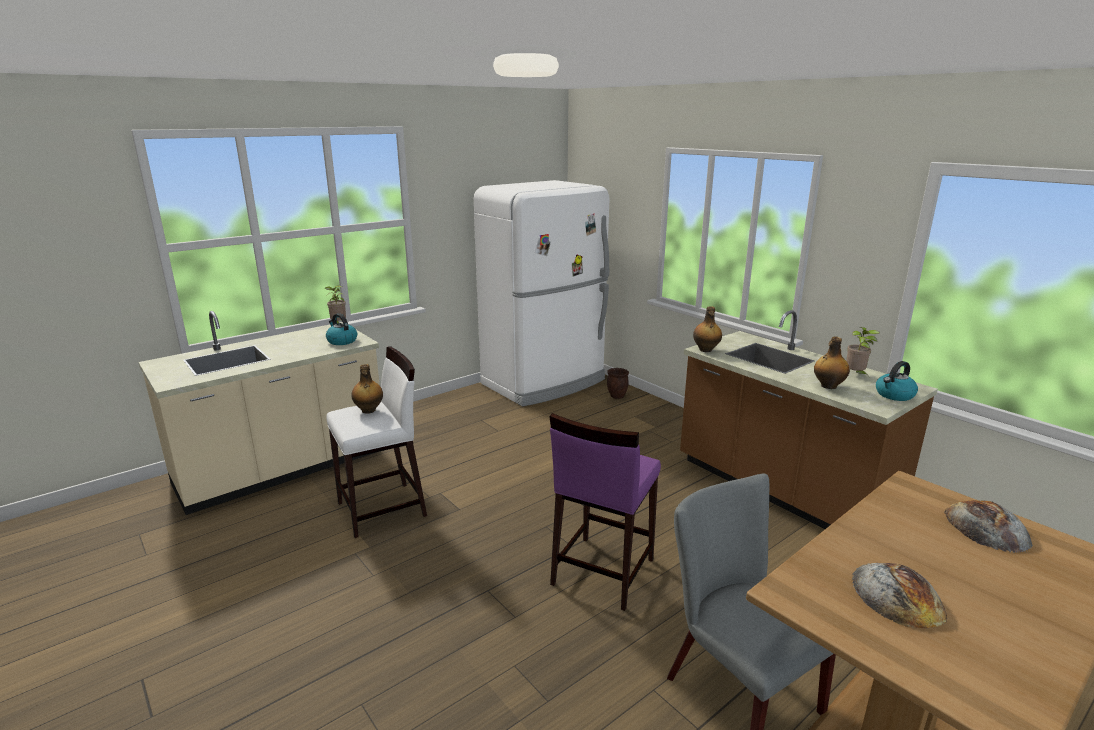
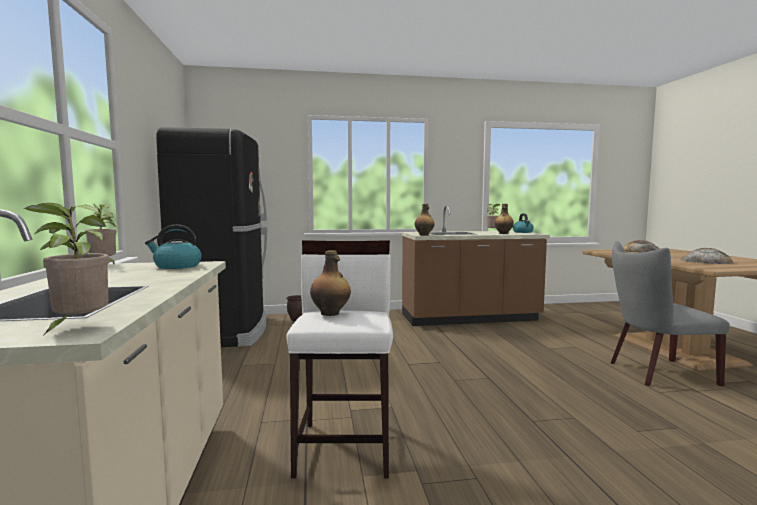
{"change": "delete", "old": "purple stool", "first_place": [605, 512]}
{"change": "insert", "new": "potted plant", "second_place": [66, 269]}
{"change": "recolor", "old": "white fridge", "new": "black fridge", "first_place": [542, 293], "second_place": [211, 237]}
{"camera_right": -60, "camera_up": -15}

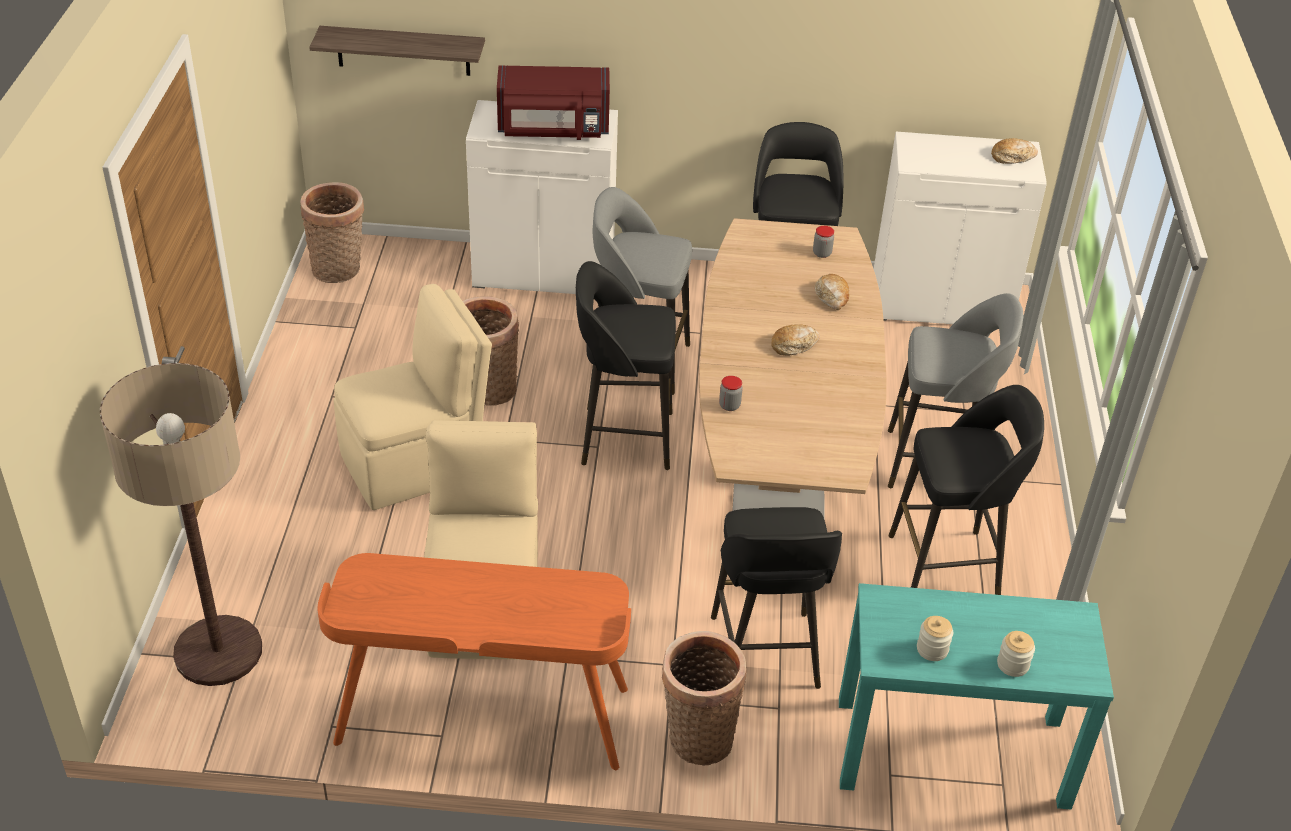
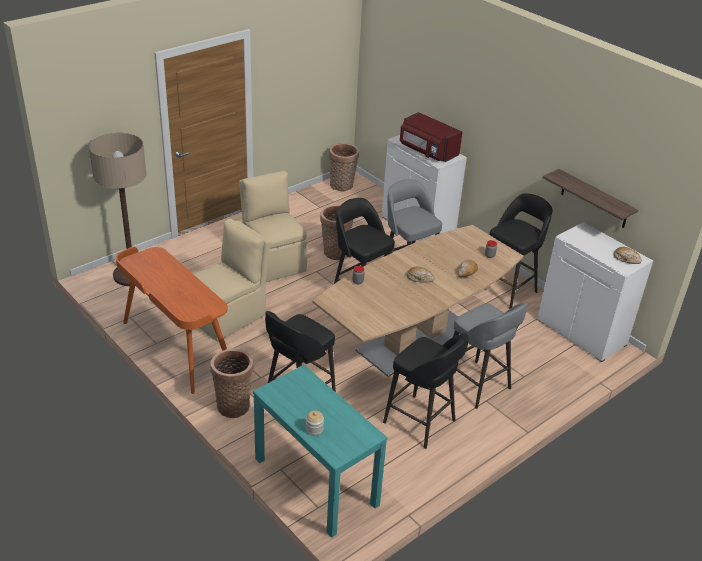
{"change": "delete", "old": "jar", "first_place": [935, 638]}
{"change": "move", "old": "shelf", "first_place": [397, 51], "second_place": [590, 198]}
{"change": "rotate", "old": "beige chair", "first_place": [413, 397], "second_place": [273, 226], "degrees": -135}
{"camera_right": 45, "camera_up": -5}

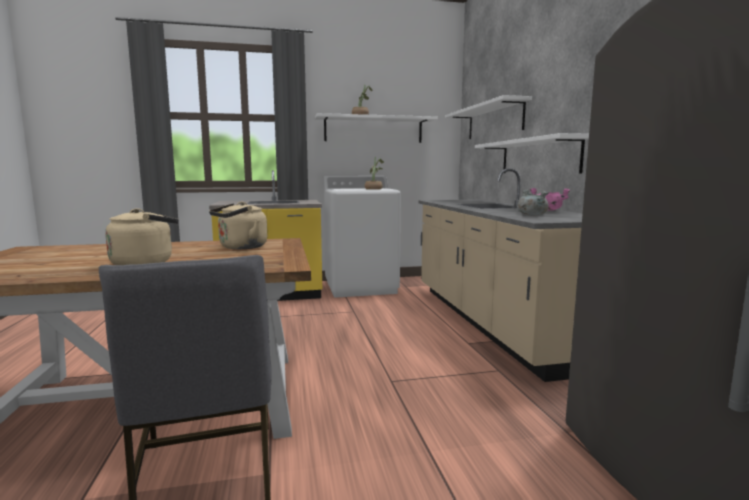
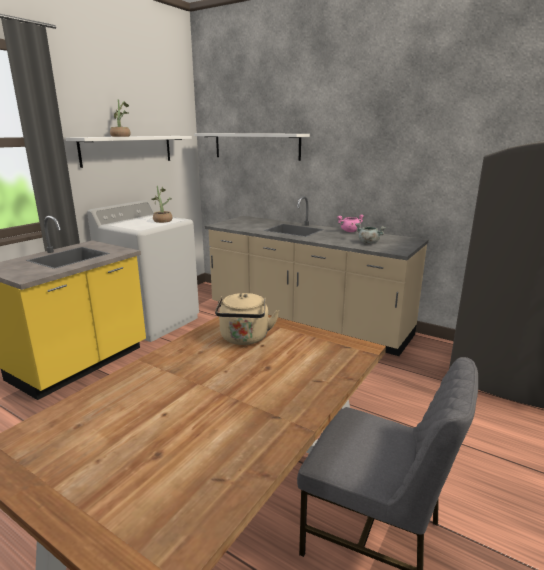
{"change": "delete", "old": "beige kettle", "first_place": [142, 236]}
{"change": "delete", "old": "white shelf", "first_place": [532, 153]}
{"camera_right": -45, "camera_up": 10}

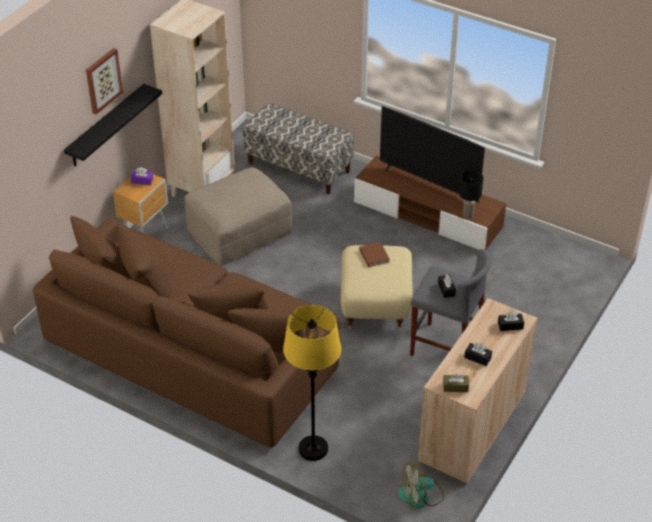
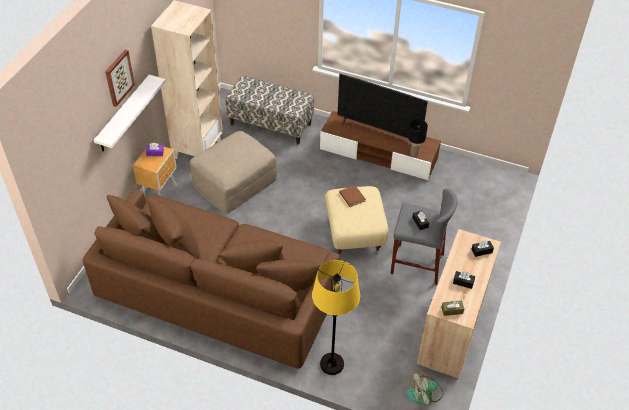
{"change": "recolor", "old": "black shelf", "new": "white shelf", "first_place": [113, 125], "second_place": [130, 113]}
{"camera_right": -10, "camera_up": 5}

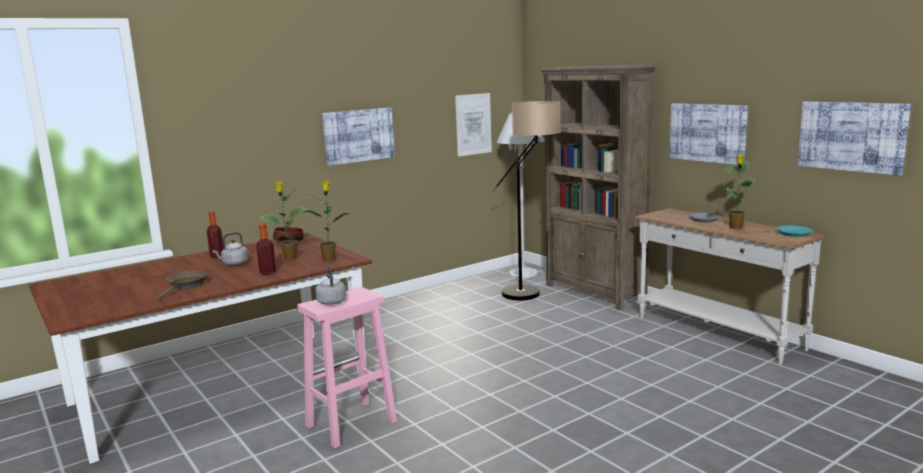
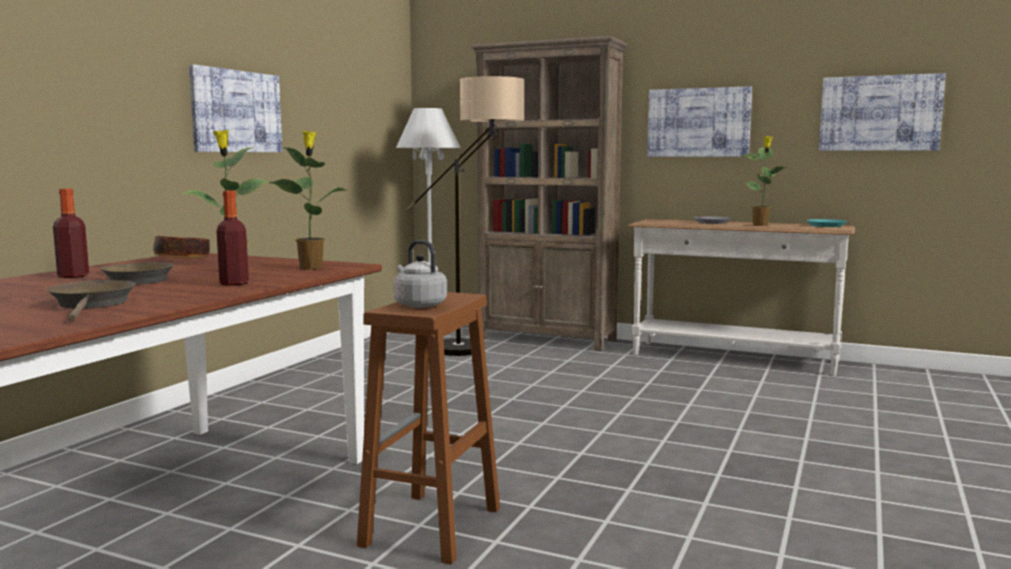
{"change": "delete", "old": "picture", "first_place": [473, 125]}
{"change": "replace", "old": "grey kettle", "new": "brown frying pan", "first_place": [231, 248], "second_place": [137, 273]}
{"change": "recolor", "old": "pink stool", "new": "brown stool", "first_place": [347, 367], "second_place": [428, 428]}
{"camera_right": -30, "camera_up": -5}

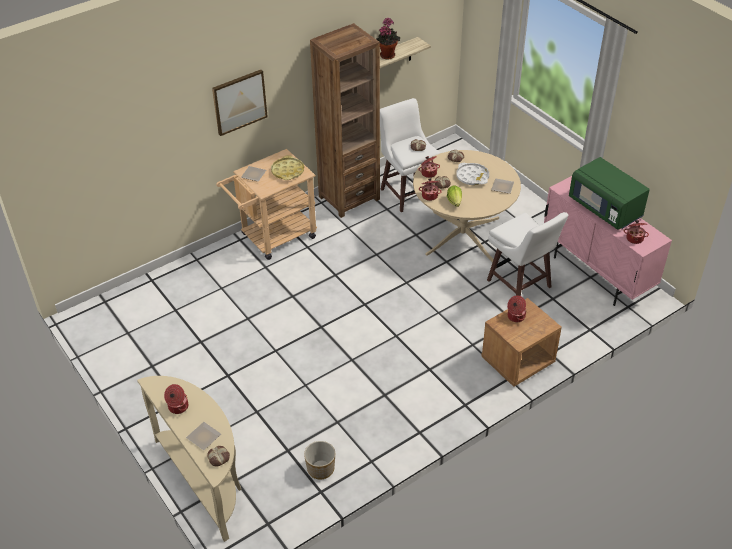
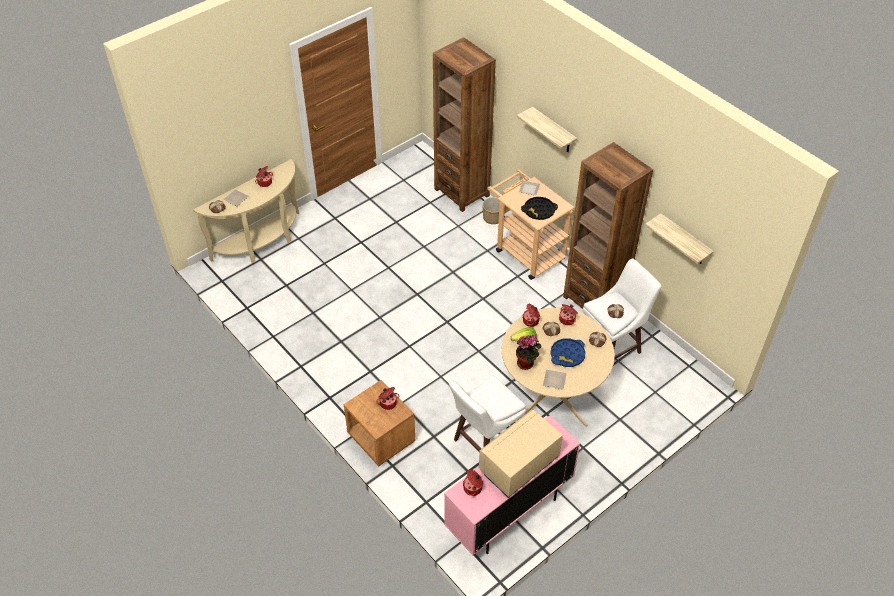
{"change": "insert", "new": "brown bookcase", "second_place": [464, 124]}
{"change": "move", "old": "planter", "first_place": [319, 460], "second_place": [491, 210]}
{"change": "move", "old": "potted plant", "first_place": [388, 38], "second_place": [528, 352]}
{"change": "replace", "old": "picture", "new": "shelf", "first_place": [240, 103], "second_place": [547, 129]}
{"change": "recolor", "old": "yellow tray", "new": "black tray", "first_place": [287, 167], "second_place": [539, 208]}
{"change": "recolor", "old": "white tray", "new": "blue tray", "first_place": [472, 174], "second_place": [567, 352]}
{"change": "recolor", "old": "green microwave", "new": "beige microwave", "first_place": [609, 193], "second_place": [521, 454]}
{"camera_right": 85, "camera_up": 5}

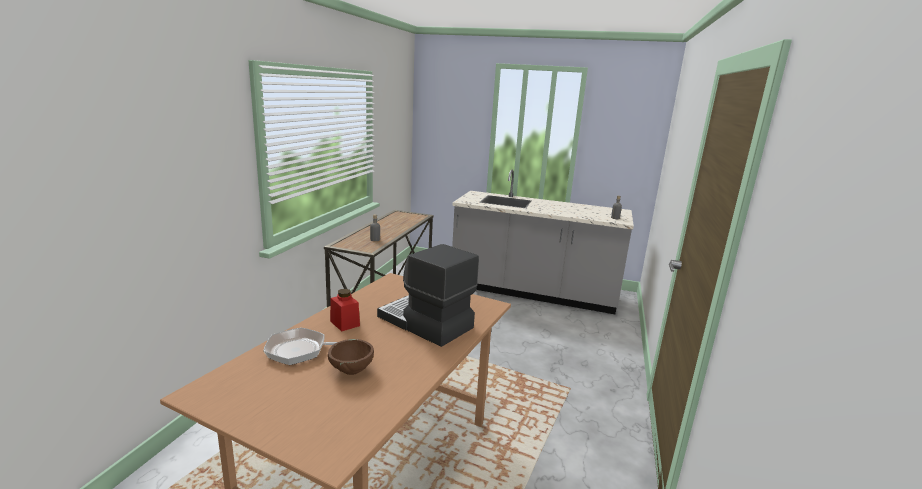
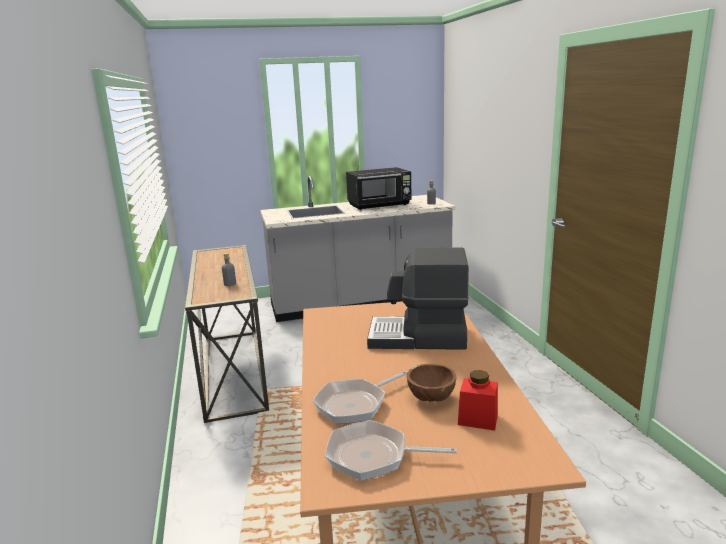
{"change": "insert", "new": "frying pan", "second_place": [391, 450]}
{"change": "insert", "new": "black microwave", "second_place": [379, 188]}
{"change": "move", "old": "red jar", "first_place": [345, 310], "second_place": [478, 400]}
{"camera_right": -30, "camera_up": 0}

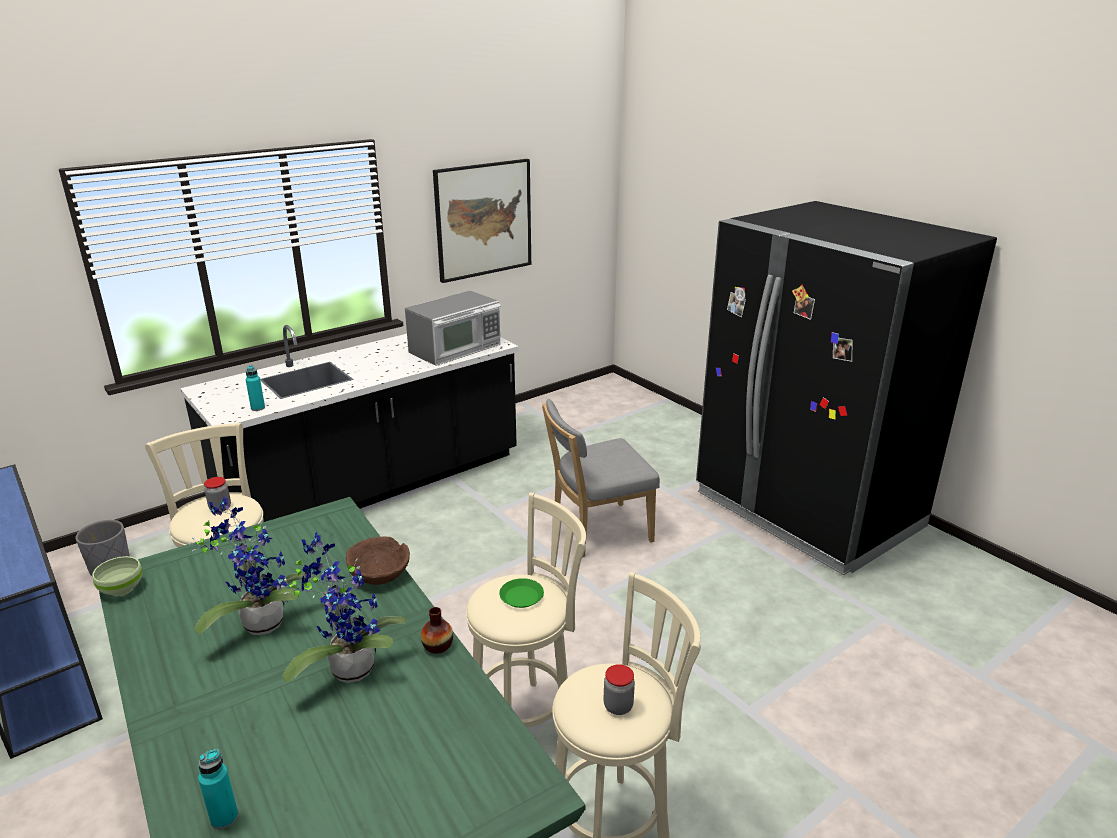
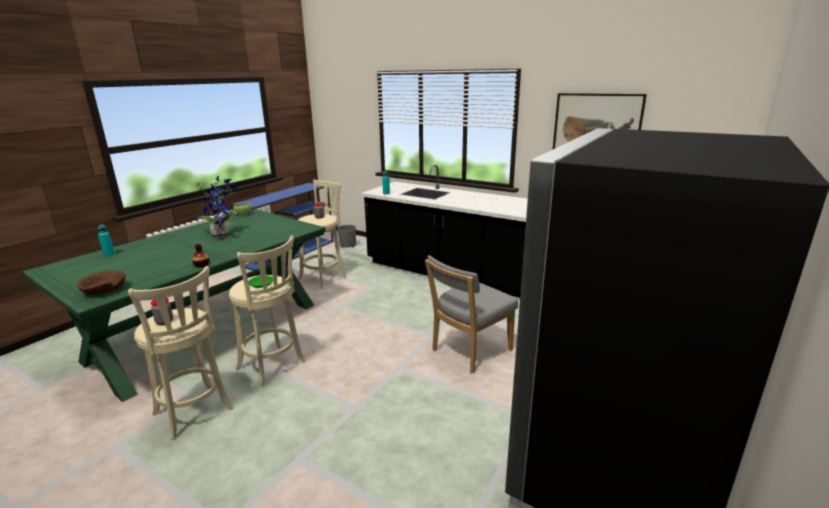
{"change": "delete", "old": "potted plant", "first_place": [344, 607]}
{"change": "delete", "old": "microwave", "first_place": [453, 328]}
{"change": "move", "old": "brown bowl", "first_place": [378, 560], "second_place": [101, 282]}
{"change": "rotate", "old": "grey chair", "first_place": [601, 478], "second_place": [471, 314], "degrees": -90}
{"camera_right": 70, "camera_up": -5}

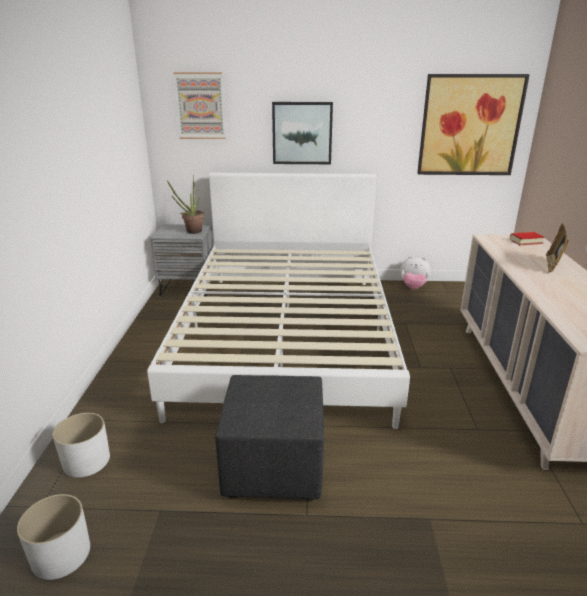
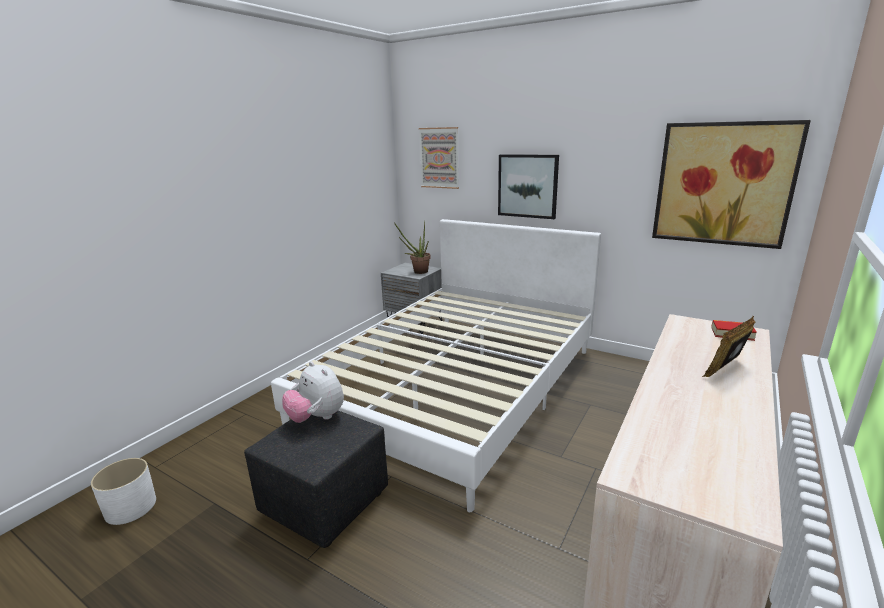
{"change": "delete", "old": "white planter", "first_place": [81, 445]}
{"change": "move", "old": "plush toy", "first_place": [415, 272], "second_place": [313, 392]}
{"camera_right": 30, "camera_up": -5}

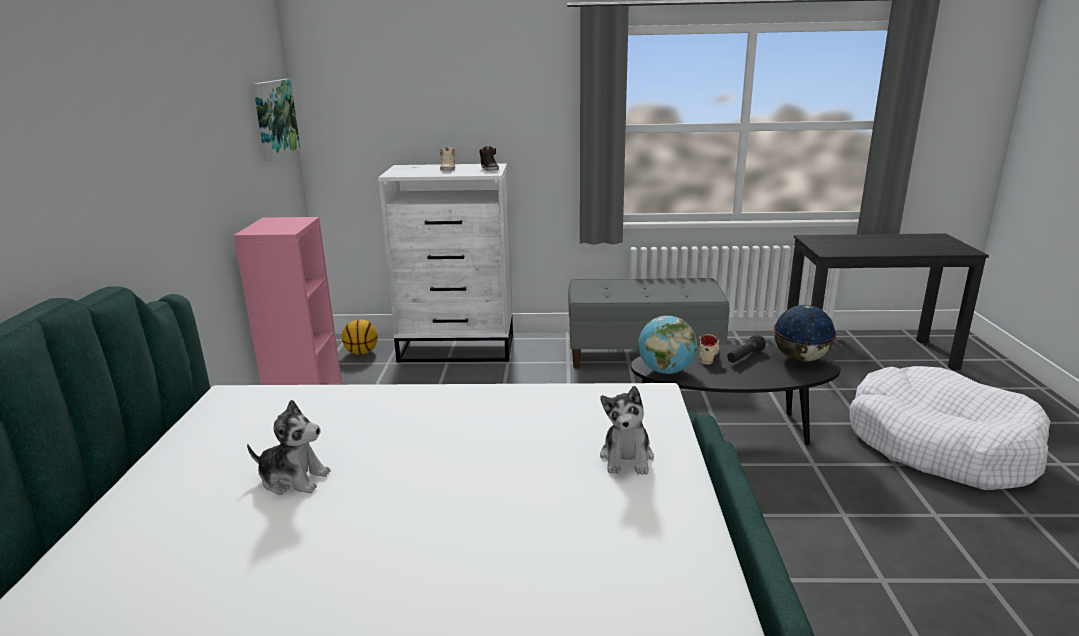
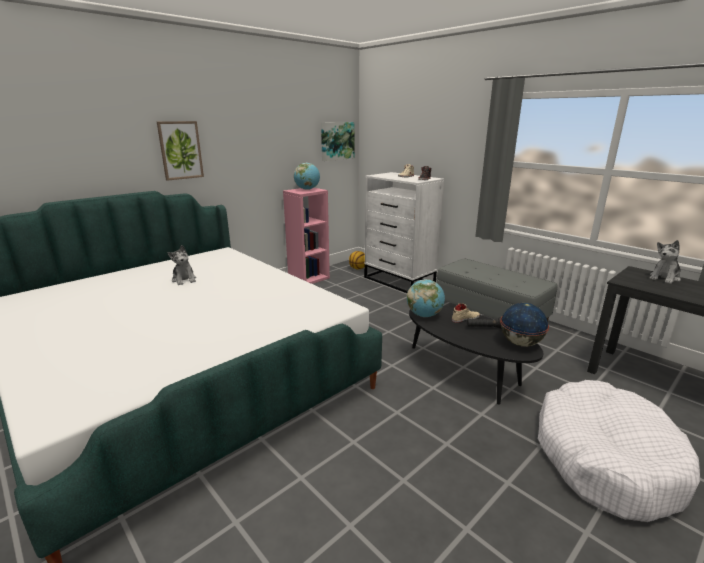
{"change": "insert", "new": "picture", "second_place": [180, 151]}
{"change": "insert", "new": "globe", "second_place": [307, 176]}
{"change": "move", "old": "plush toy", "first_place": [627, 430], "second_place": [665, 262]}
{"camera_right": 45, "camera_up": 0}

